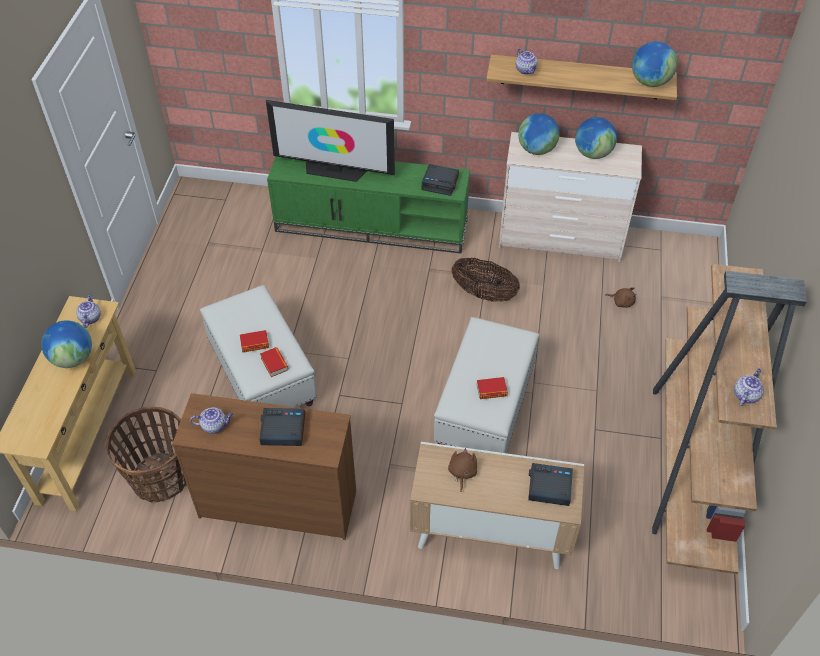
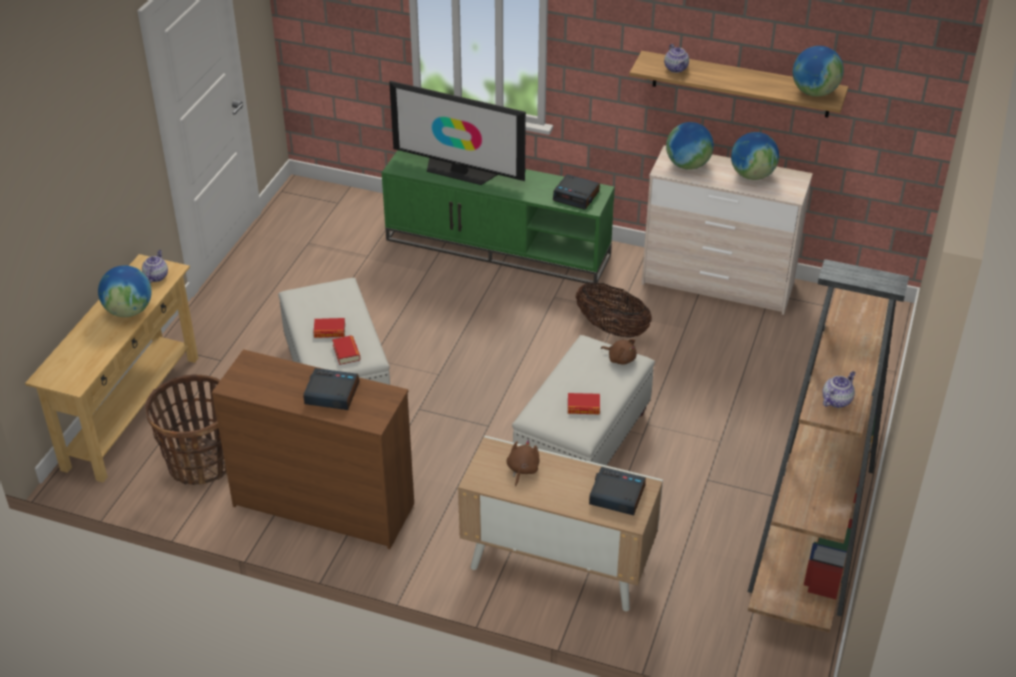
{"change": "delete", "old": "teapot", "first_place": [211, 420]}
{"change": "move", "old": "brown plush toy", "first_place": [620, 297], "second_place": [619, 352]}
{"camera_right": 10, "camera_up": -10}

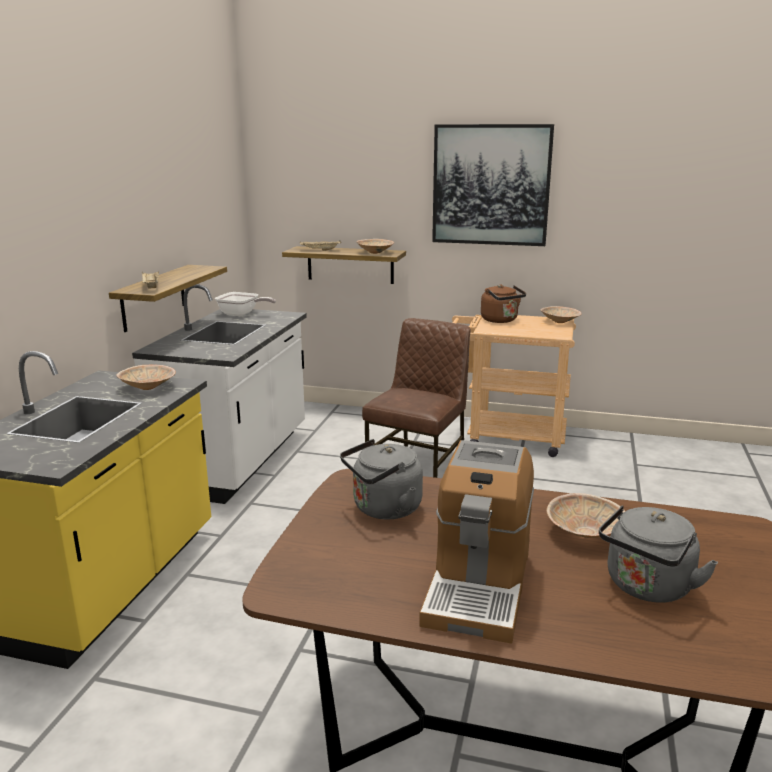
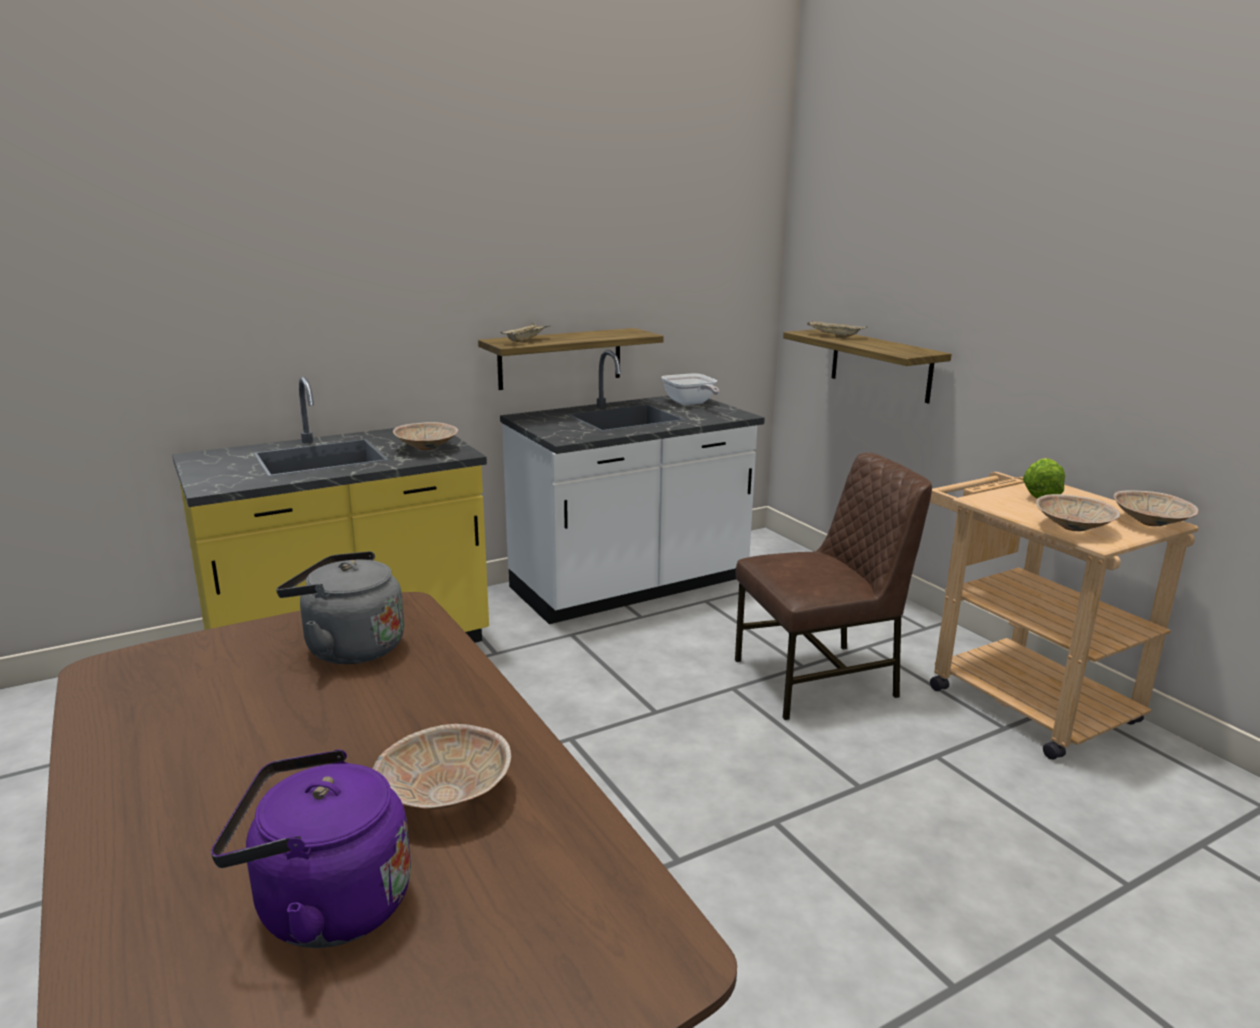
{"change": "delete", "old": "coffee machine", "first_place": [476, 541]}
{"change": "delete", "old": "picture", "first_place": [493, 185]}
{"change": "move", "old": "beige bowl", "first_place": [375, 246], "second_place": [1078, 512]}
{"change": "replace", "old": "brown kettle", "new": "lettuce", "first_place": [503, 303], "second_place": [1044, 478]}
{"change": "recolor", "old": "grey kettle", "new": "purple kettle", "first_place": [658, 554], "second_place": [311, 849]}
{"camera_right": 45, "camera_up": 0}

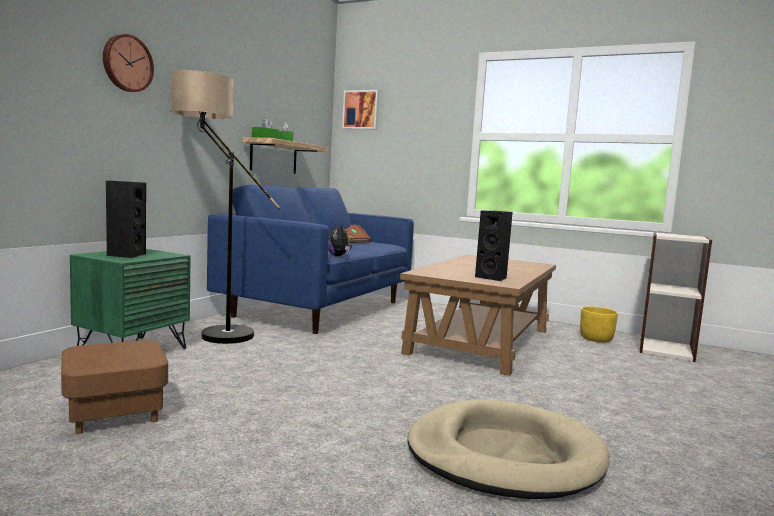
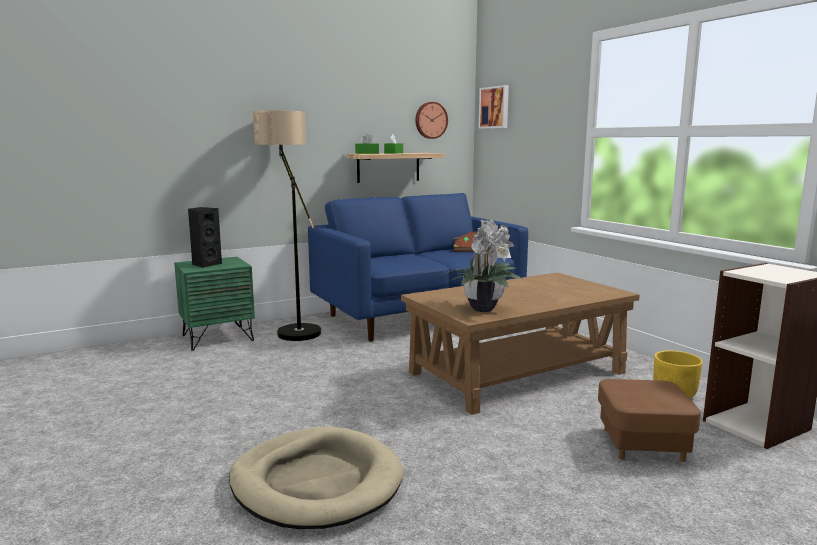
{"change": "delete", "old": "plush toy", "first_place": [340, 240]}
{"change": "move", "old": "brown ottoman", "first_place": [114, 387], "second_place": [649, 420]}
{"change": "move", "old": "wall clock", "first_place": [128, 63], "second_place": [431, 120]}
{"change": "replace", "old": "black speaker", "new": "potted plant", "first_place": [494, 245], "second_place": [483, 265]}
{"camera_right": 35, "camera_up": 5}

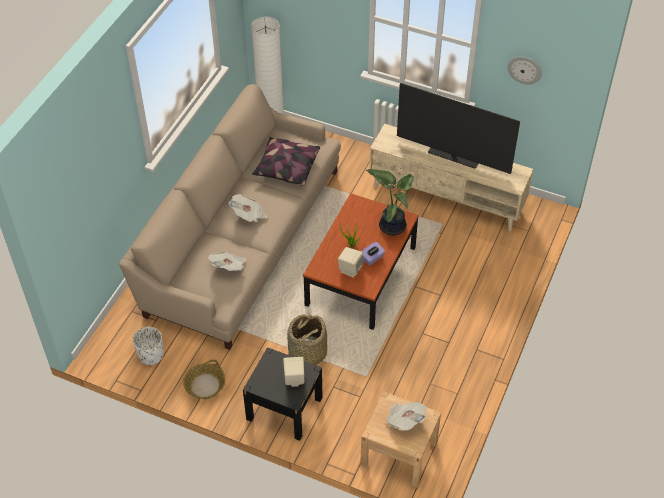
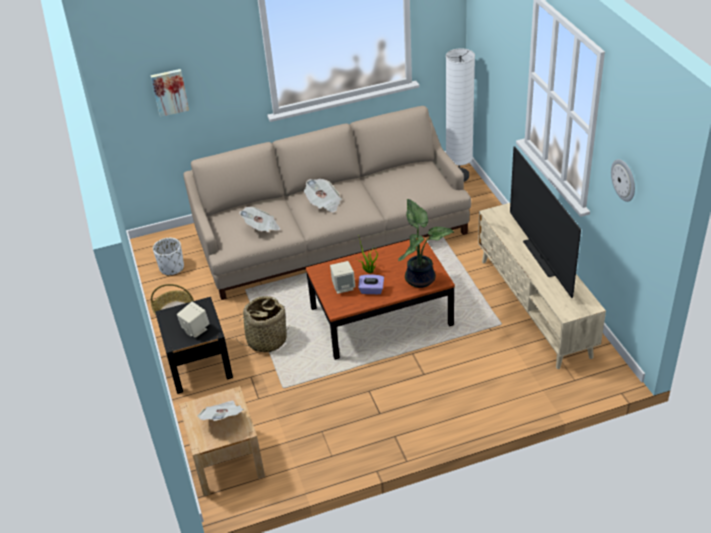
{"change": "delete", "old": "pillow", "first_place": [286, 161]}
{"change": "insert", "new": "picture", "second_place": [170, 93]}
{"camera_right": 50, "camera_up": -10}

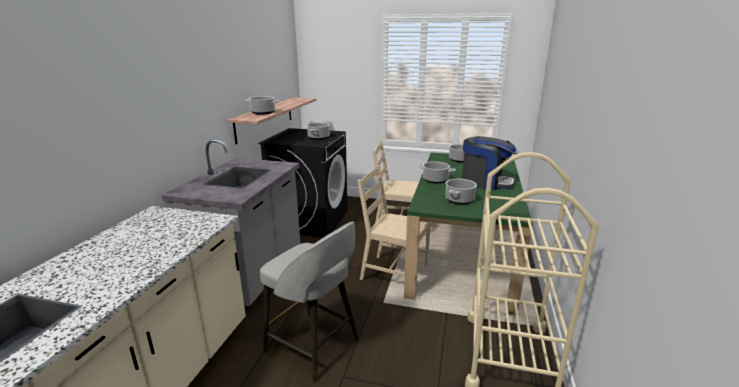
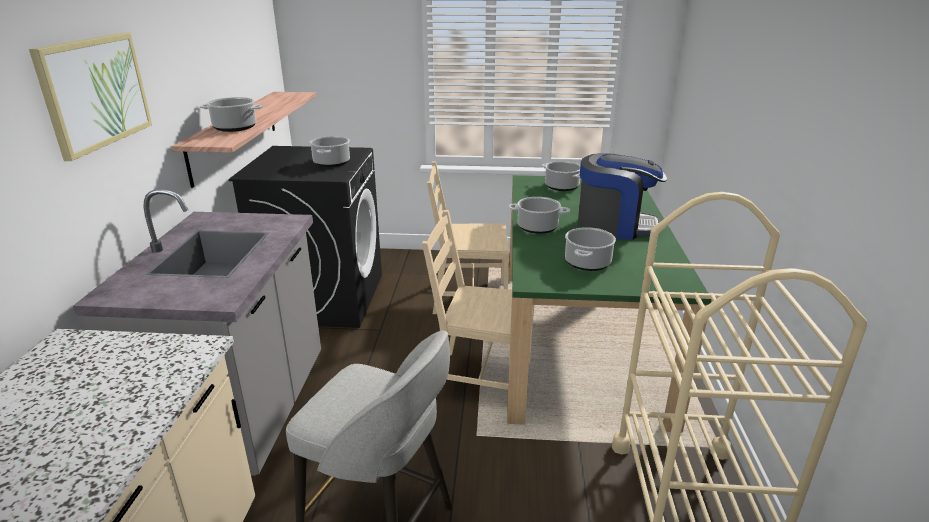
{"change": "insert", "new": "picture", "second_place": [90, 97]}
{"camera_right": -10, "camera_up": 5}

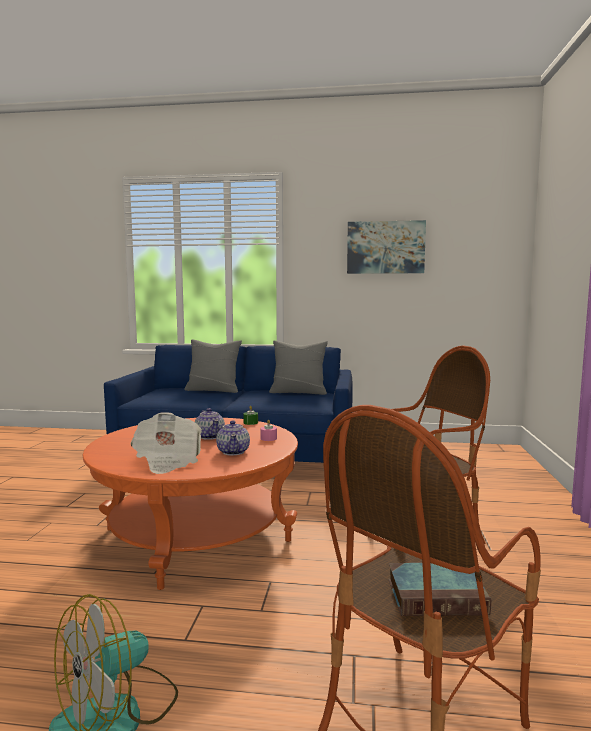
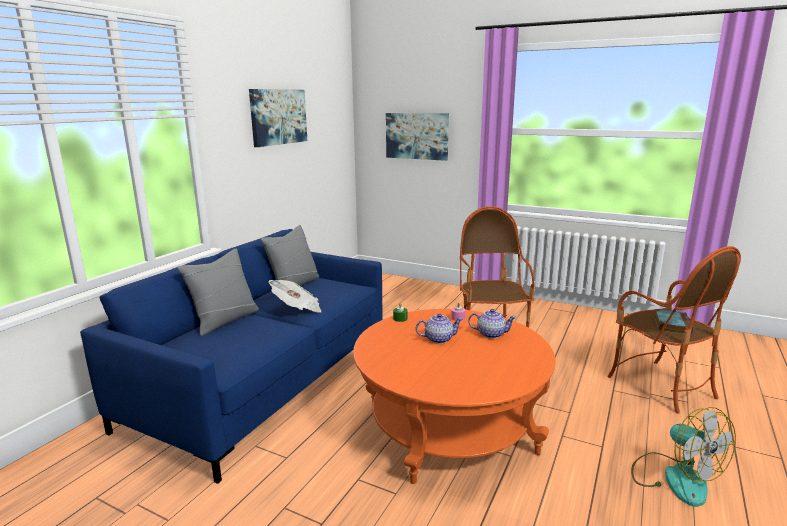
{"change": "insert", "new": "picture", "second_place": [417, 137]}
{"change": "move", "old": "newspaper", "first_place": [166, 443], "second_place": [294, 296]}
{"camera_right": -70, "camera_up": 10}

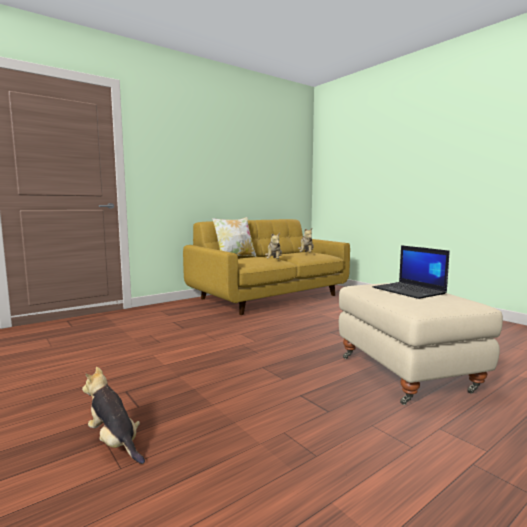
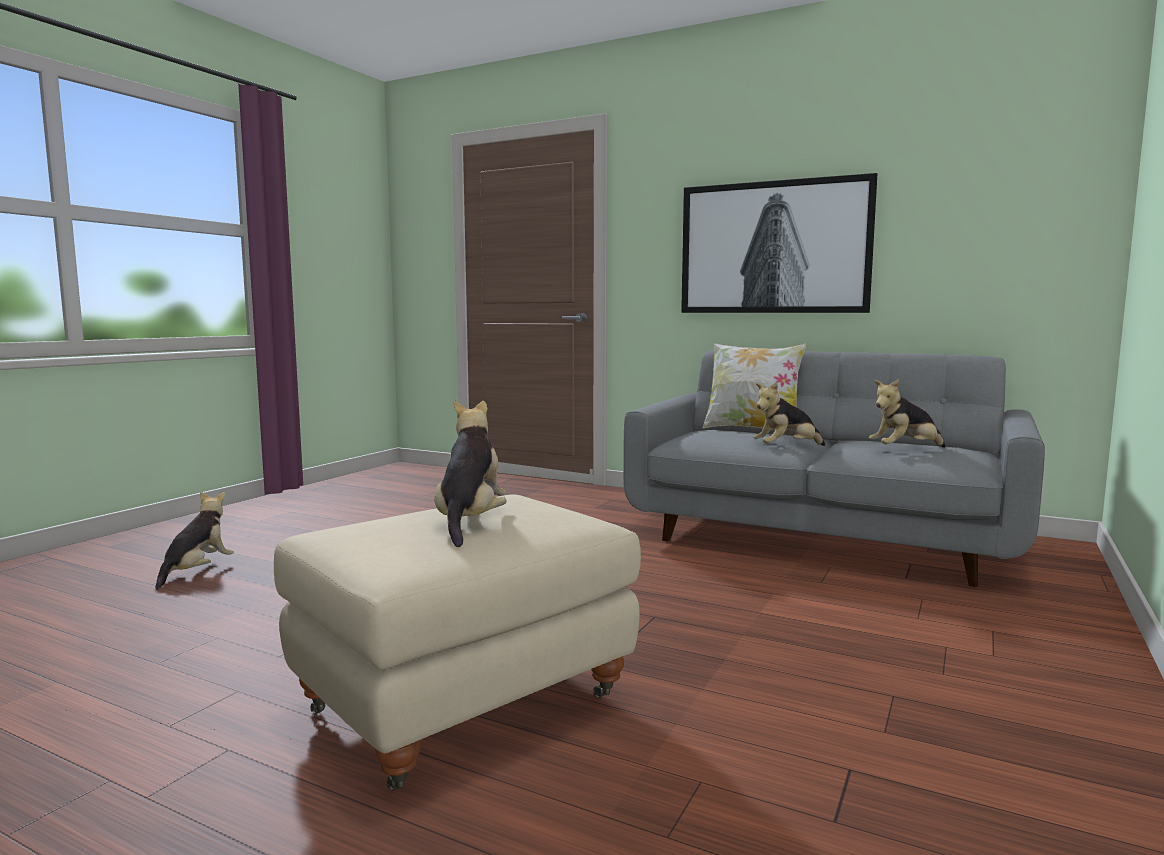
{"change": "insert", "new": "picture", "second_place": [779, 243]}
{"change": "replace", "old": "laptop", "new": "plush toy", "first_place": [411, 272], "second_place": [471, 473]}
{"change": "recolor", "old": "yellow sofa", "new": "grey sofa", "first_place": [266, 267], "second_place": [834, 468]}
{"camera_right": 65, "camera_up": 0}

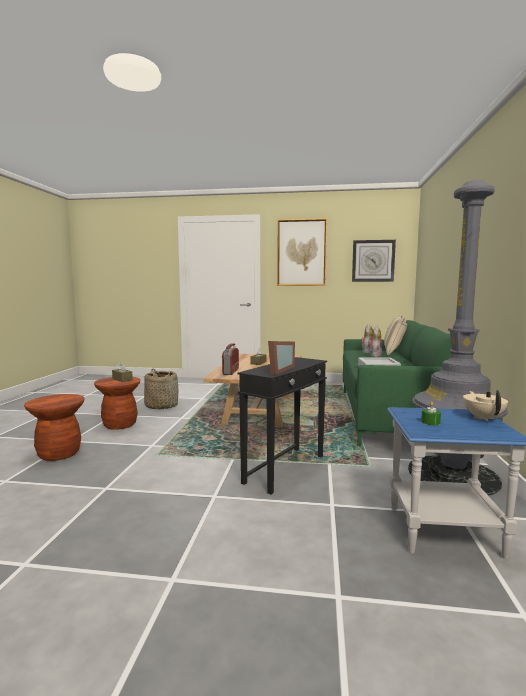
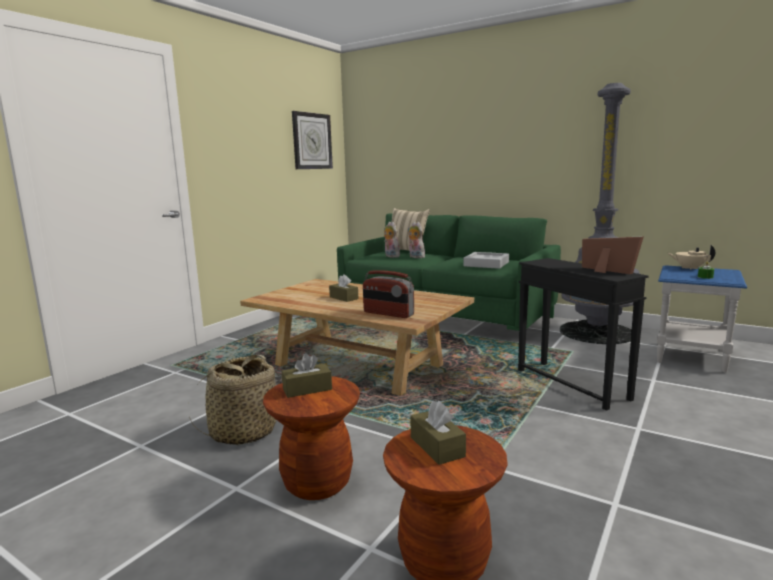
{"change": "delete", "old": "picture", "first_place": [302, 252]}
{"change": "insert", "new": "brown tissue box", "second_place": [438, 432]}
{"camera_right": -65, "camera_up": 5}

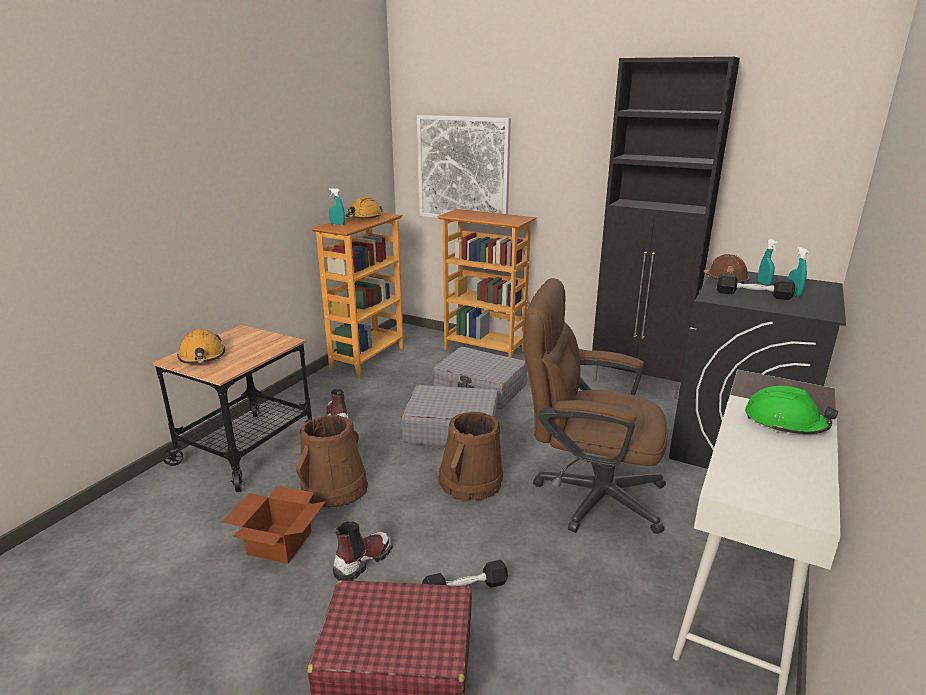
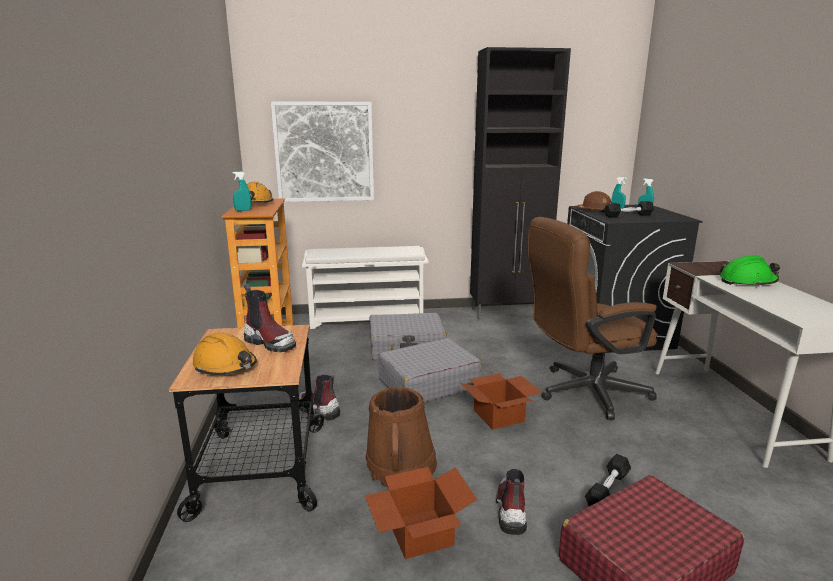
{"change": "insert", "new": "boot", "second_place": [270, 318]}
{"change": "replace", "old": "bookcase", "new": "white shoe rack", "first_place": [487, 283], "second_place": [365, 287]}
{"change": "replace", "old": "brown bucket", "new": "cardboard box", "first_place": [470, 457], "second_place": [501, 401]}
{"camera_right": -35, "camera_up": -5}

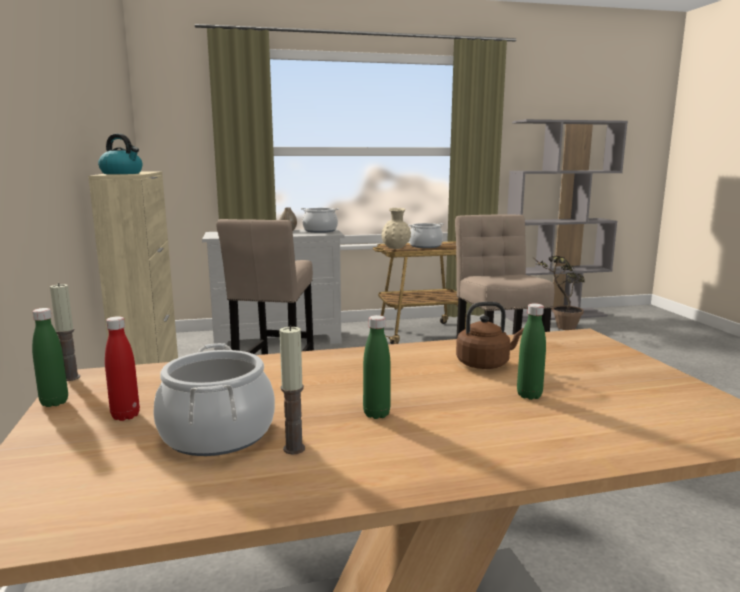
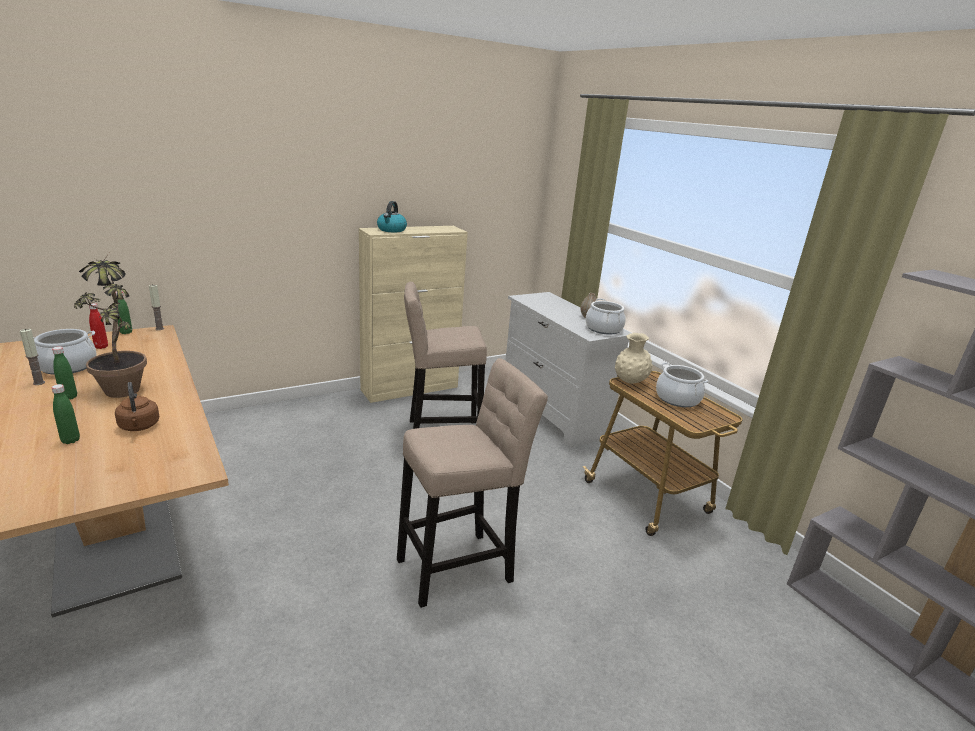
{"change": "move", "old": "potted plant", "first_place": [560, 293], "second_place": [110, 325]}
{"camera_right": 70, "camera_up": 10}

